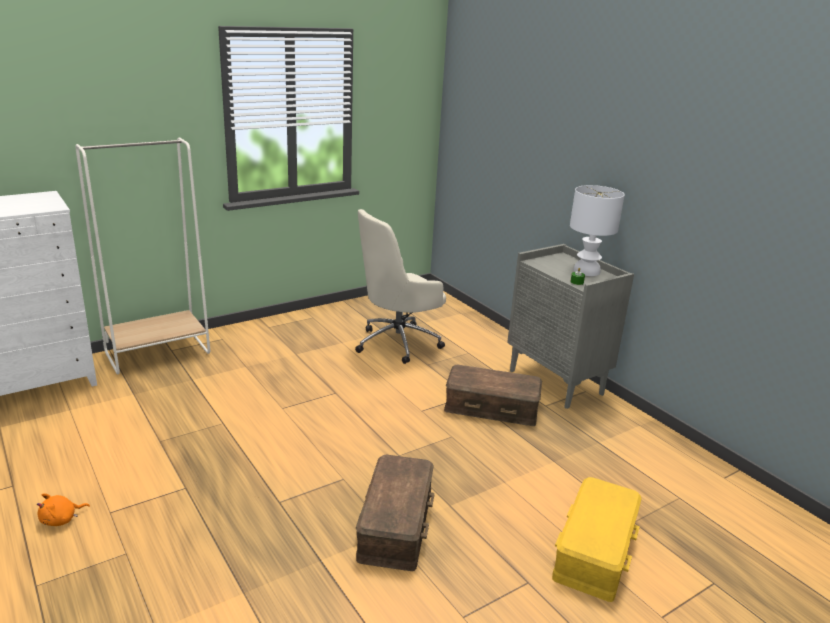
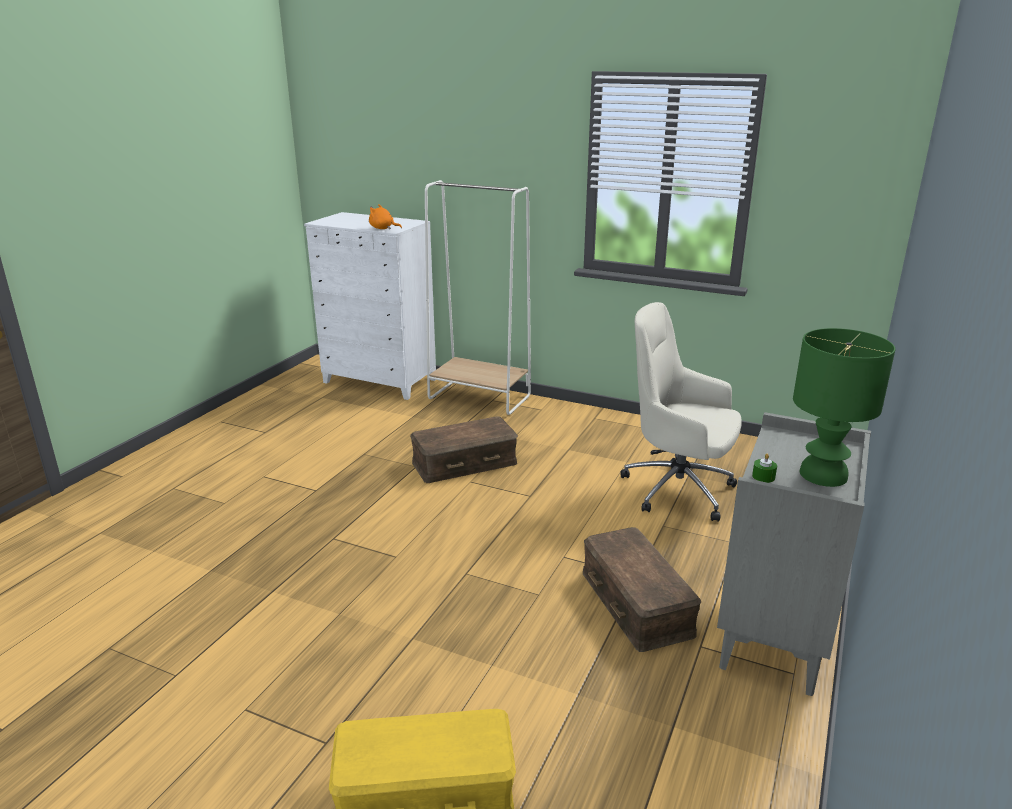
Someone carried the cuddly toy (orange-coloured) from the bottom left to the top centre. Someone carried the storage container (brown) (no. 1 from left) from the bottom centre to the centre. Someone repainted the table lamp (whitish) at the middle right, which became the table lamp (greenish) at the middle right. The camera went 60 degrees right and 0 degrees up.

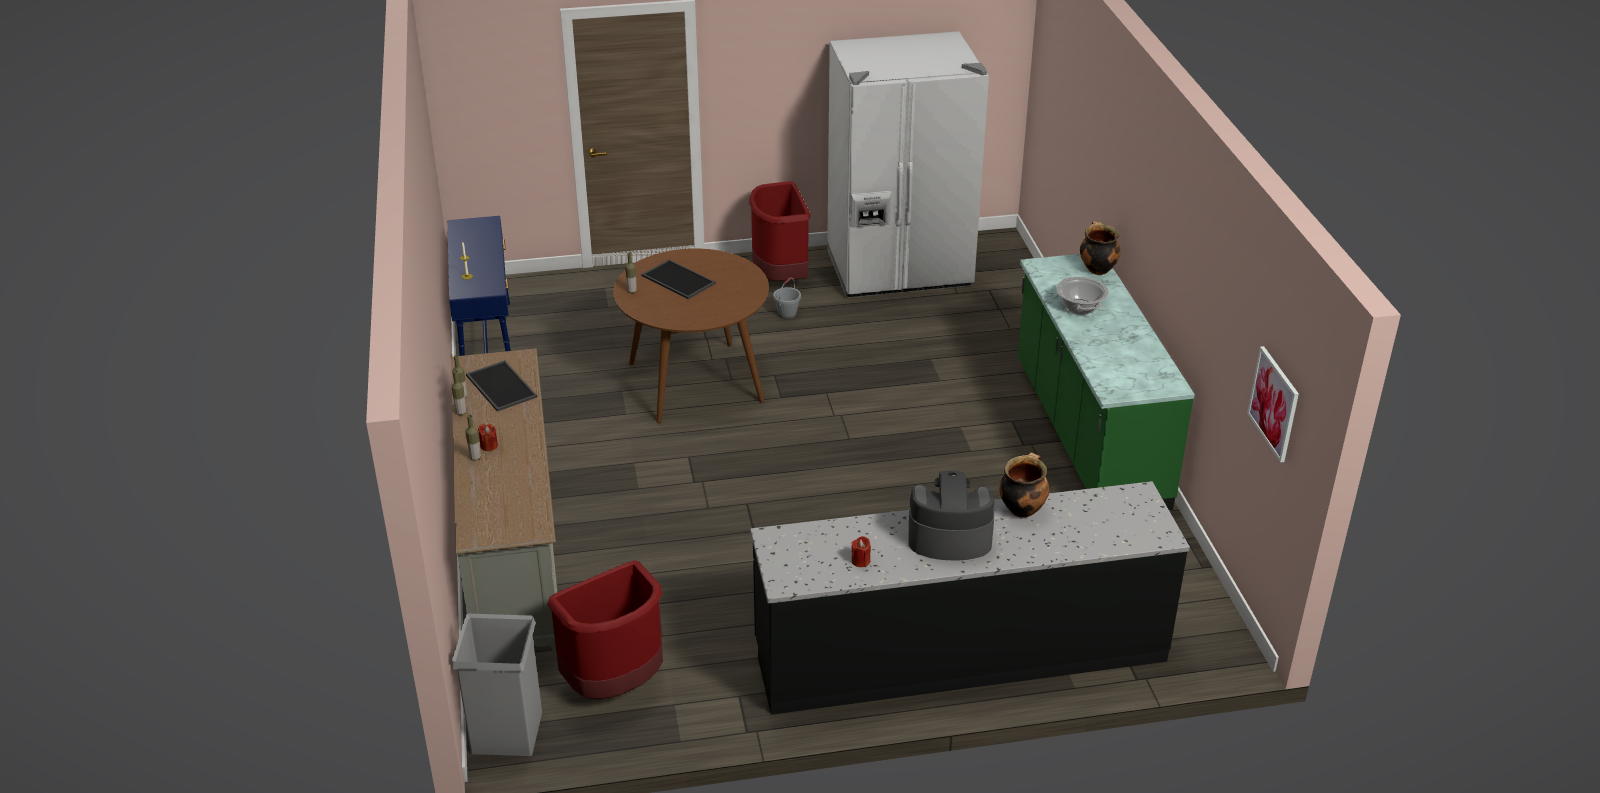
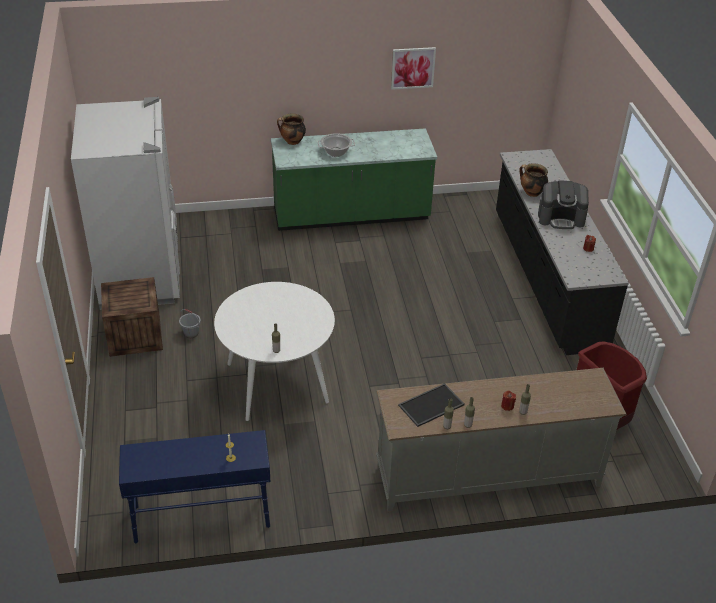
Someone took away the trash can (gray) at the bottom left. Someone took away the tray (no. 2 from left) at the centre. Someone carried the picture from the middle right to the top centre. Someone swapped the trash can (reddish) (no. 2 from left) at the top centre for the crate at the middle left. Someone repainted the kitchen table (brown) at the centre, which became the kitchen table (whitish) at the centre. Someone rotated the coffee maker at the centre by 90 degrees counterclockwise. The camera went 90 degrees left and 5 degrees up.

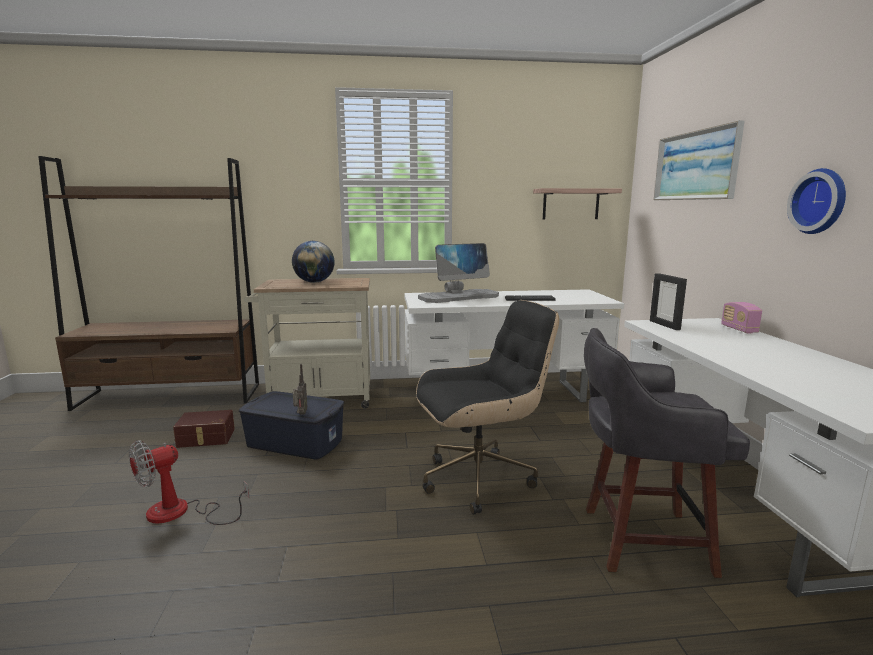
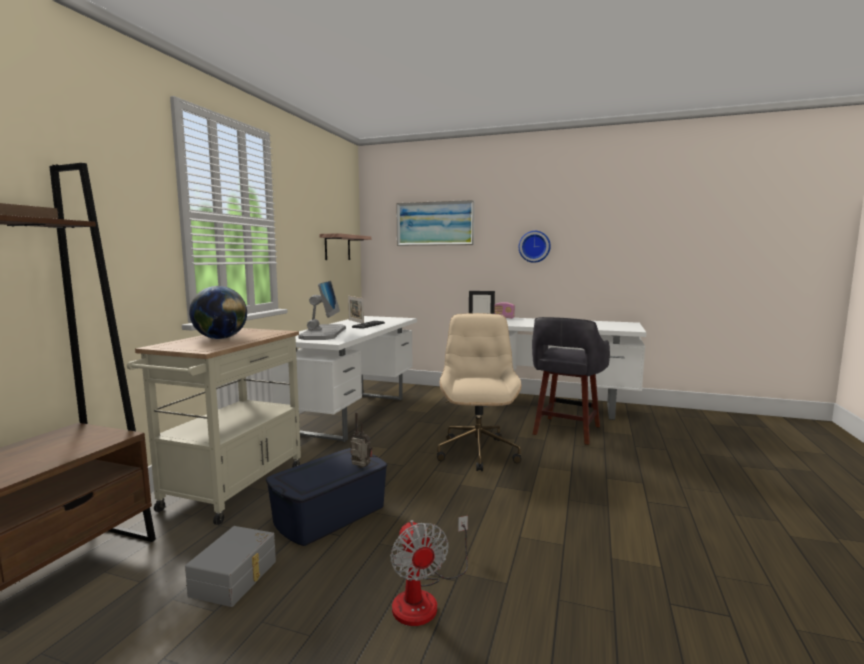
Someone put down the photo frame (no. 1 from left) at the centre. Someone repainted the storage container (brown) at the middle left, which became the storage container (gray) at the bottom left. Someone repainted the computer chair (black-coloured) at the centre, which became the computer chair (beige) at the centre. The camera went 65 degrees left and 5 degrees down.

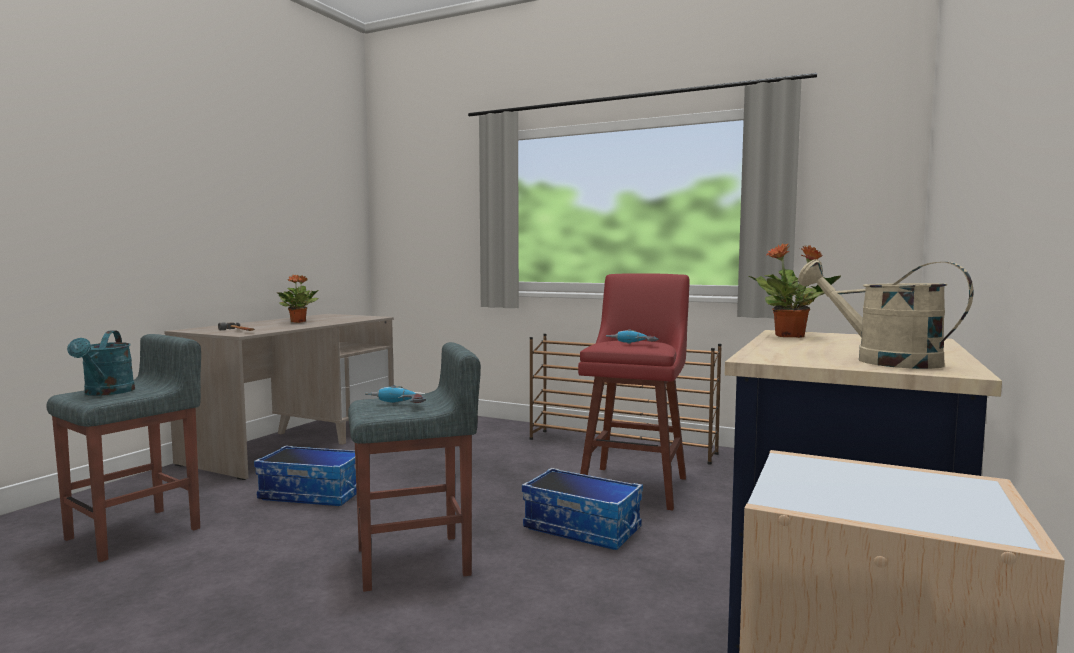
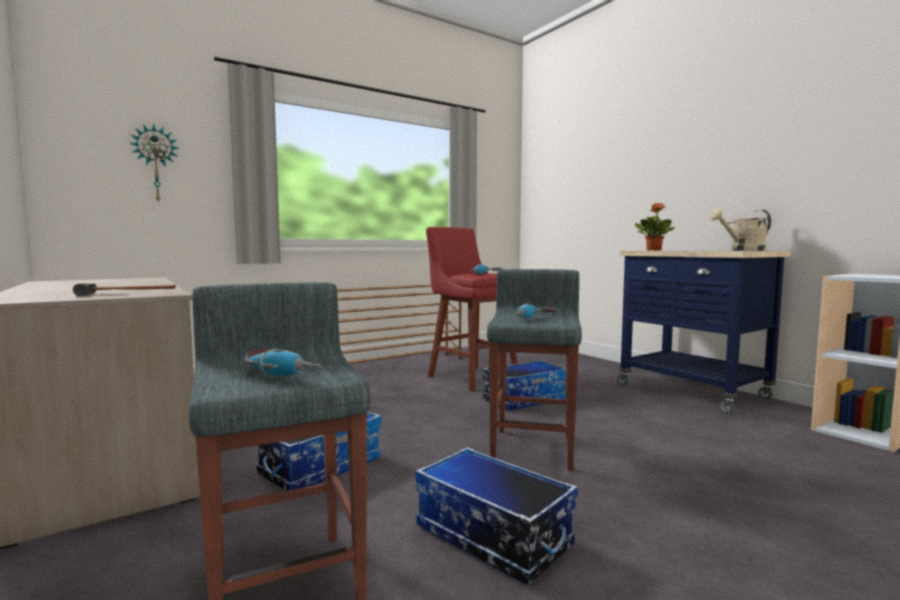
Someone took away the potted plant (no. 1 from left) at the middle left. Someone put up the wall clock at the top left. Someone put down the storage container (no. 2 from left) at the bottom centre. Someone swapped the watering pot (turquoise) at the middle left for the drill (no. 1 from left) at the middle left. The camera went 60 degrees left and 0 degrees up.

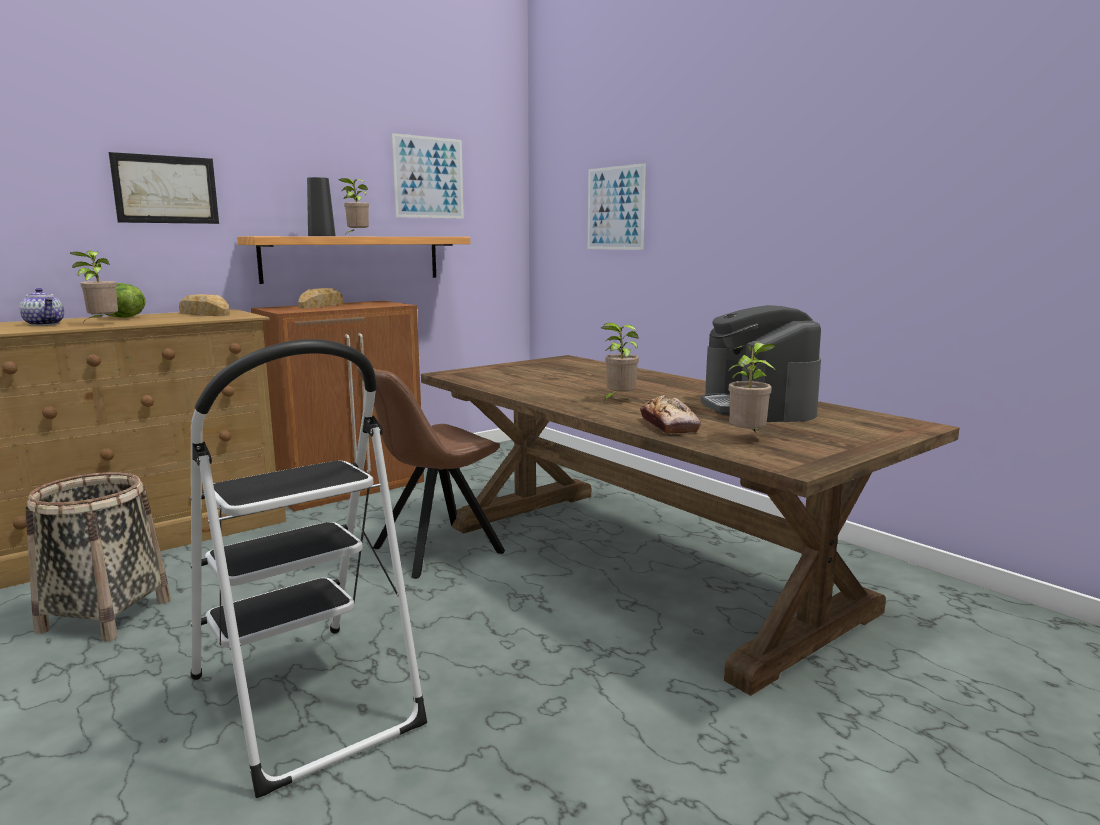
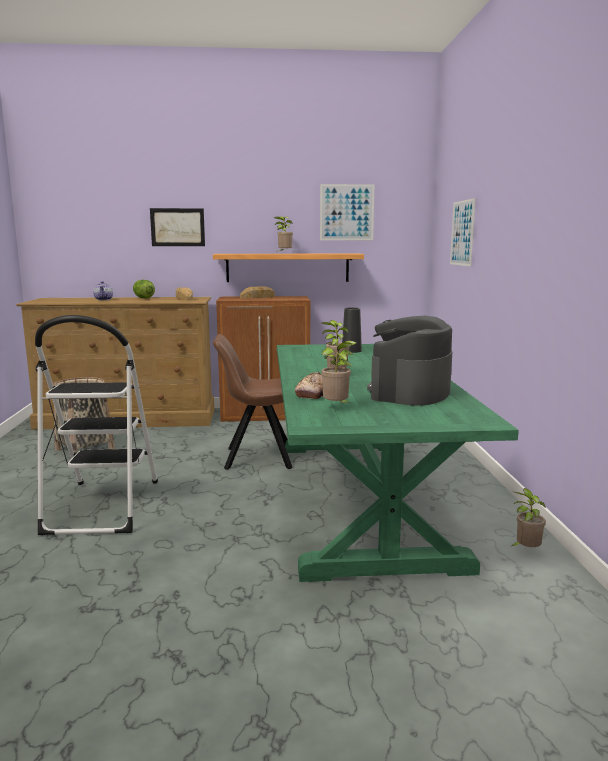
Someone carried the potted plant (no. 1 from left in the first image) from the middle left to the bottom right. Someone carried the decorative vase (black-coloured) from the top left to the centre. Someone repainted the kitchen table (brown) at the centre, which became the kitchen table (greenish) at the centre. The camera went 35 degrees right and 0 degrees up.

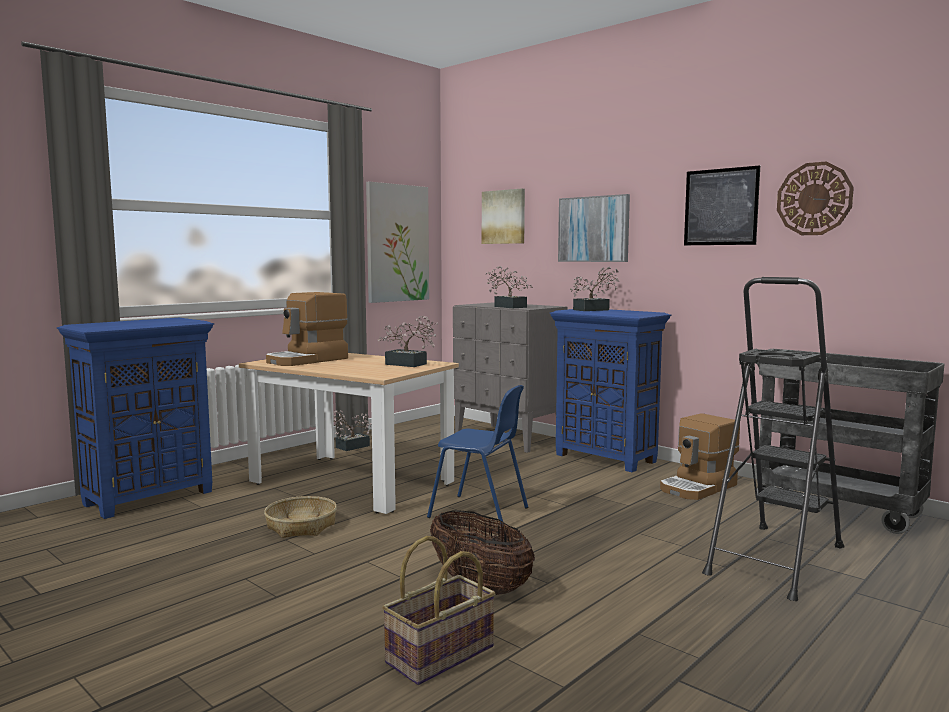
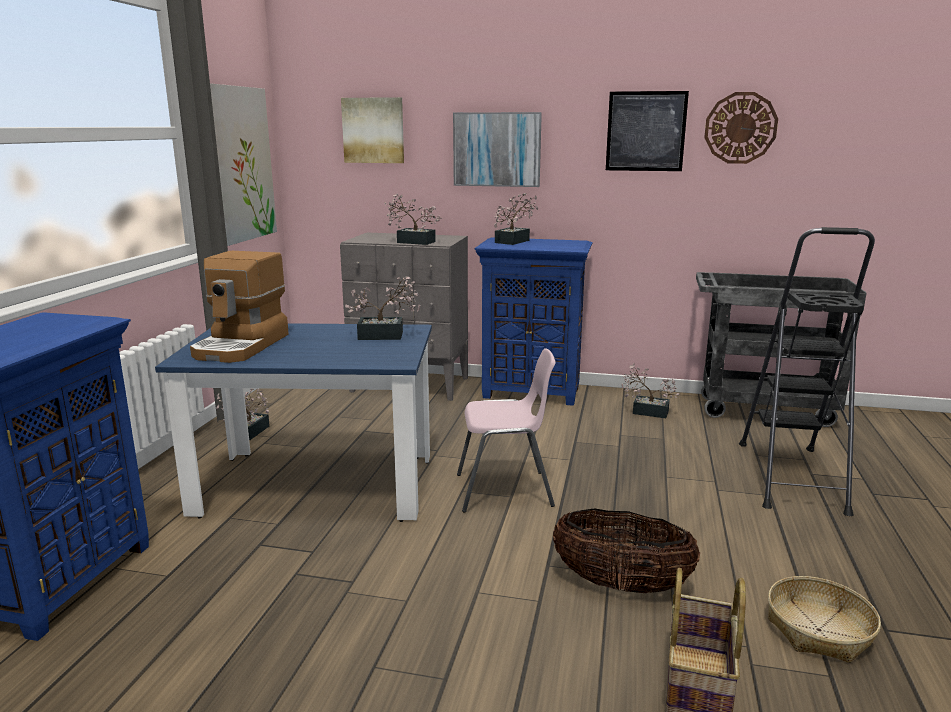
Someone carried the basket (no. 1 from left in the first image) from the bottom left to the bottom right. Someone swapped the coffee maker (no. 2 from left) at the middle right for the potted plant (no. 5 from left) at the middle right. Someone repainted the kitchen table (beige) at the centre, which became the kitchen table (blue) at the middle left. Someone repainted the upright chair (blue) at the centre, which became the upright chair (pink-coloured) at the centre. The camera went 30 degrees left and 10 degrees up.

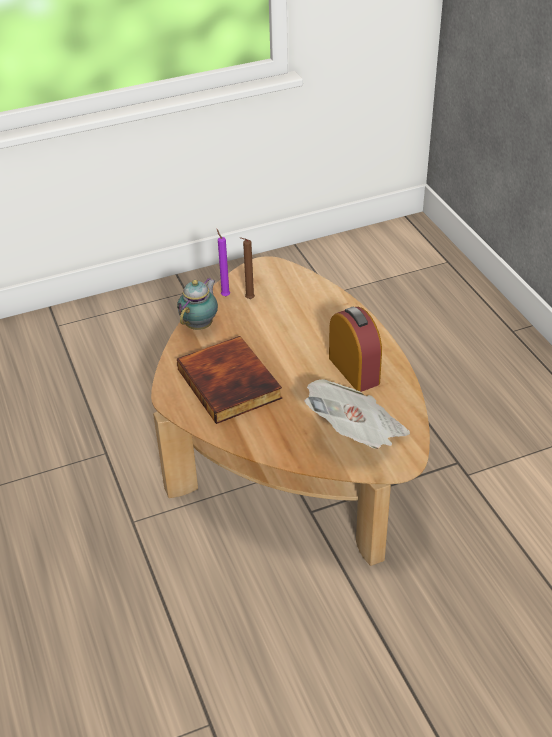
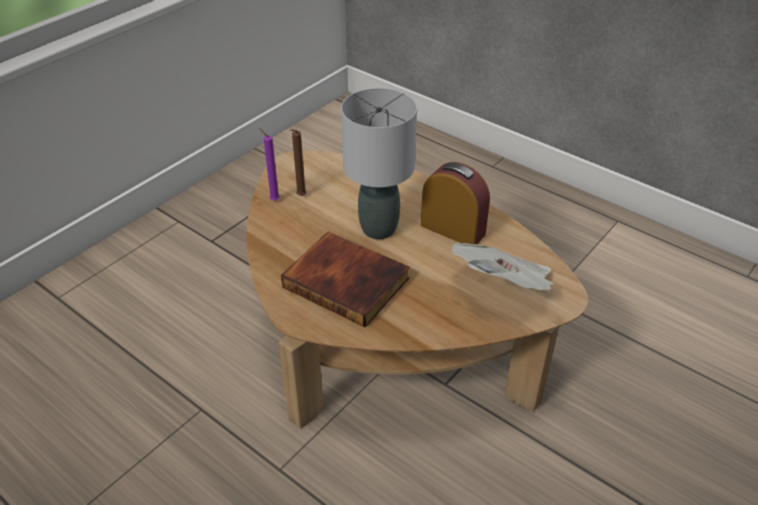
Someone took away the teapot at the centre. Someone put down the table lamp (gray) at the top centre. The camera went 30 degrees left and 0 degrees up.

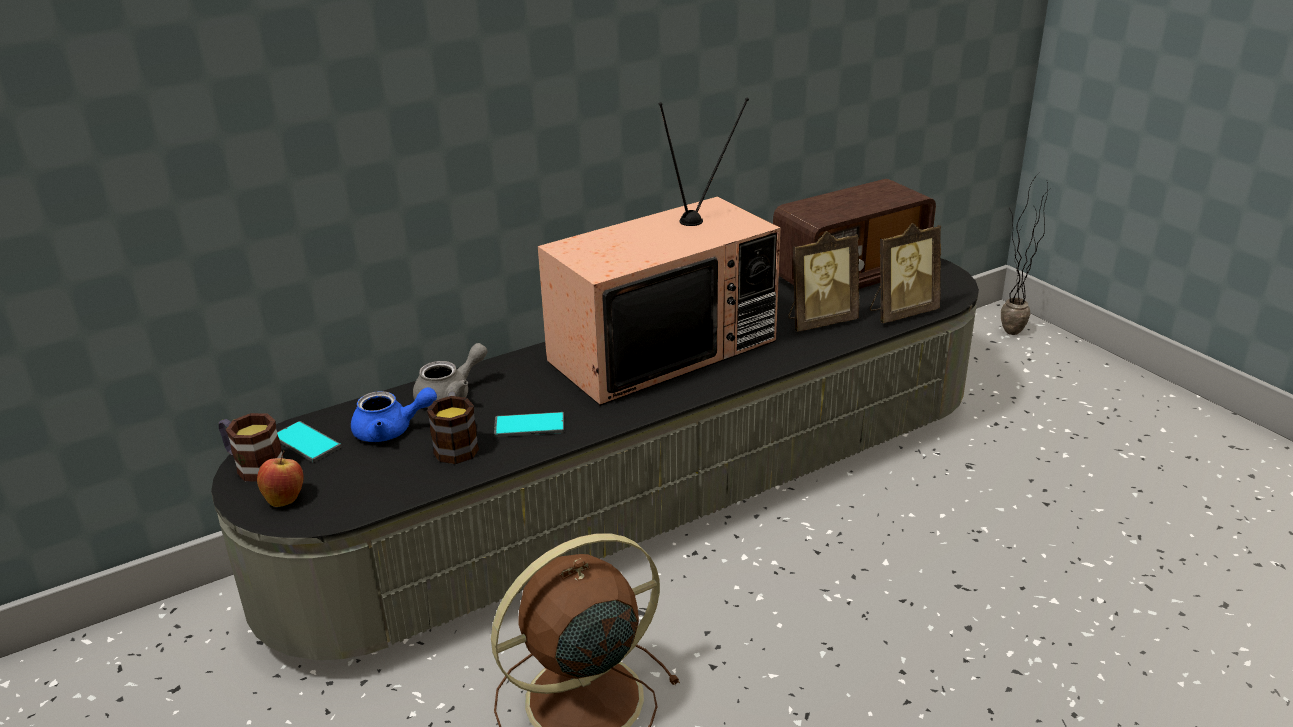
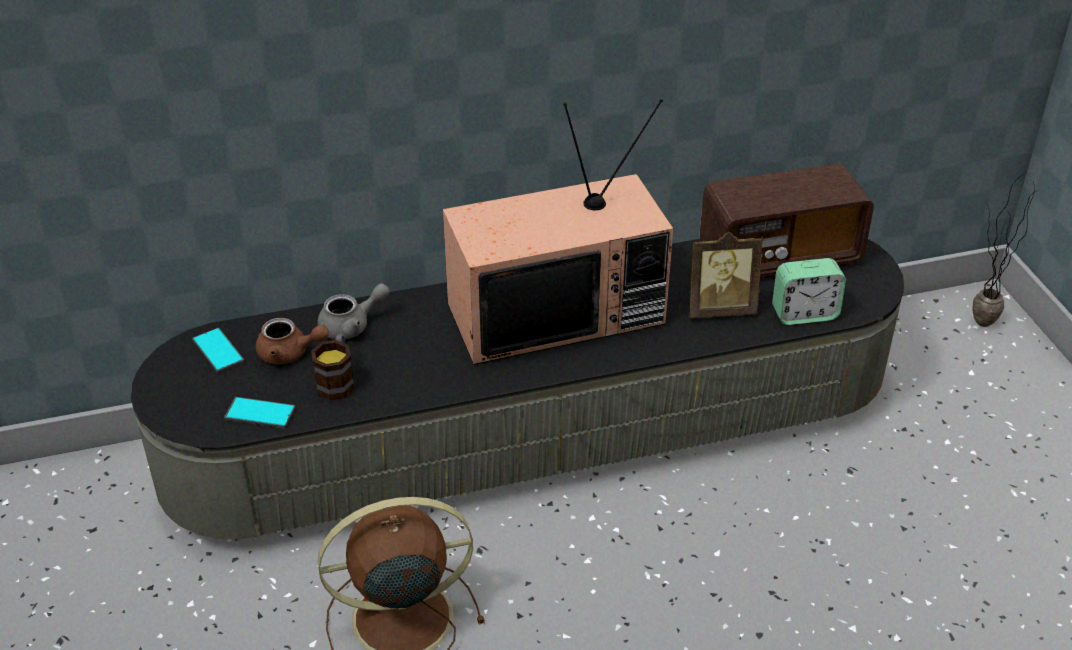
Someone took away the coffee mug (no. 1 from left) at the middle left. Someone took away the apple fruit at the middle left. Someone carried the telephone (no. 2 from left) from the centre to the middle left. Someone swapped the photo frame (no. 2 from left) at the middle right for the bedside clock at the middle right. Someone repainted the teapot (blue) at the middle left, which became the teapot (brown) at the middle left. The camera went 15 degrees right and 10 degrees up.

